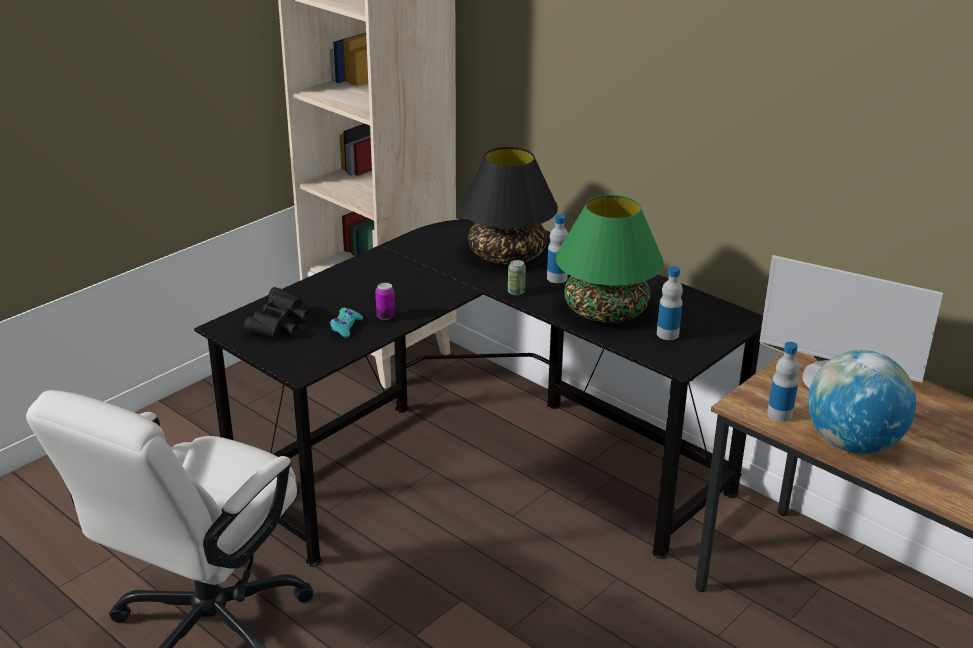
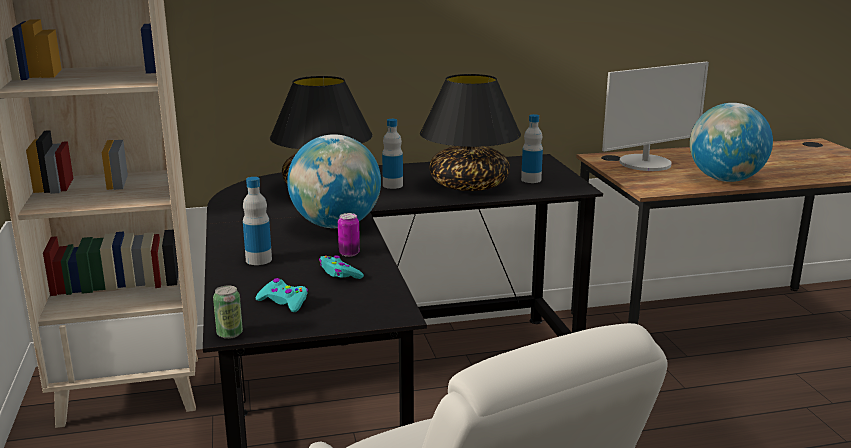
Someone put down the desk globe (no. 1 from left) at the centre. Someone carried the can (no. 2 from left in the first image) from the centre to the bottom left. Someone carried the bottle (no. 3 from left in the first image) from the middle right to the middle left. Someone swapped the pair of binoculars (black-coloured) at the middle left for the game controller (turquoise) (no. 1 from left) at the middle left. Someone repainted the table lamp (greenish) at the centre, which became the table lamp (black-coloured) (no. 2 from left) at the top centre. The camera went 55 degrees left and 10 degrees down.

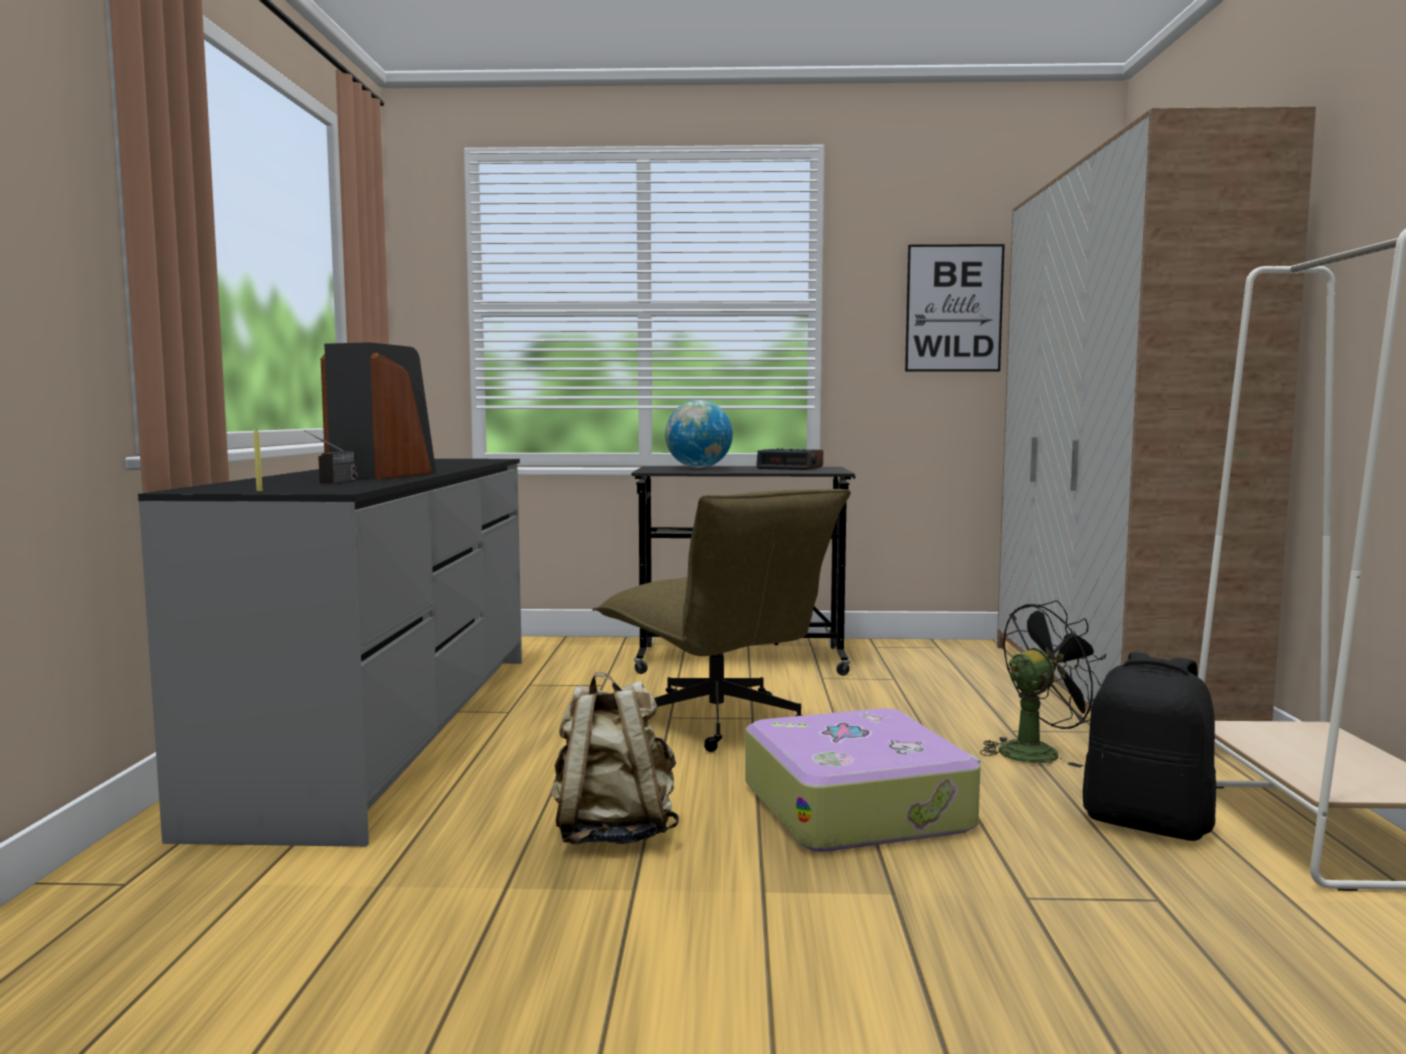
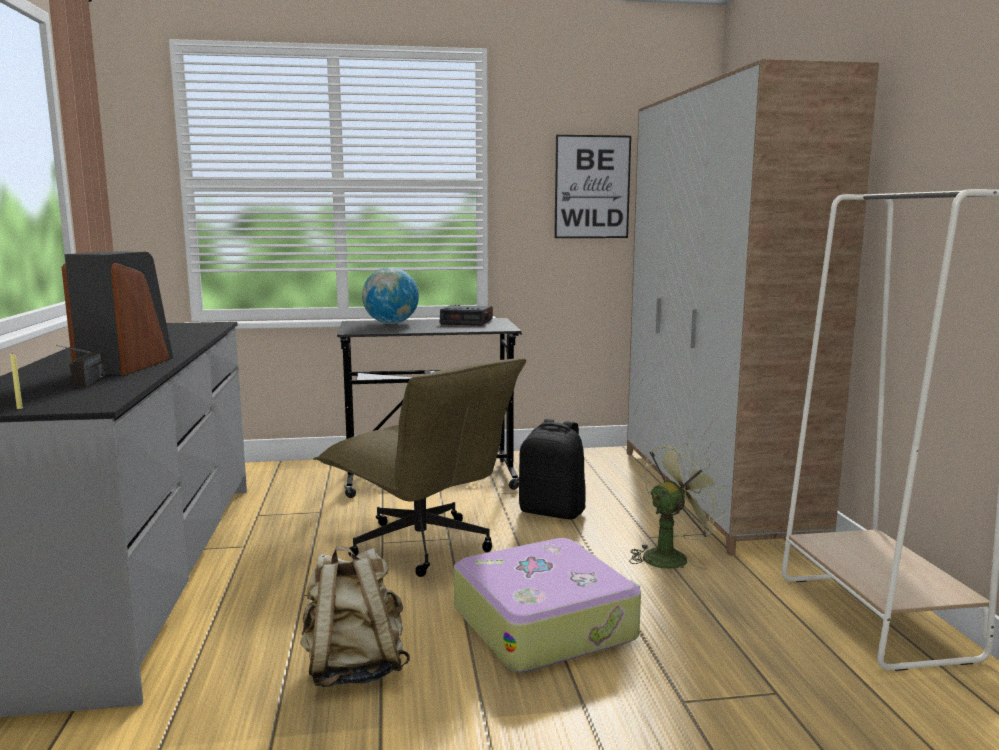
Someone carried the knapsack (black-coloured) from the bottom right to the centre. Someone repainted the cooling fan (black-coloured) at the middle right, which became the cooling fan (greenish) at the bottom right. The camera went 10 degrees left and 5 degrees up.

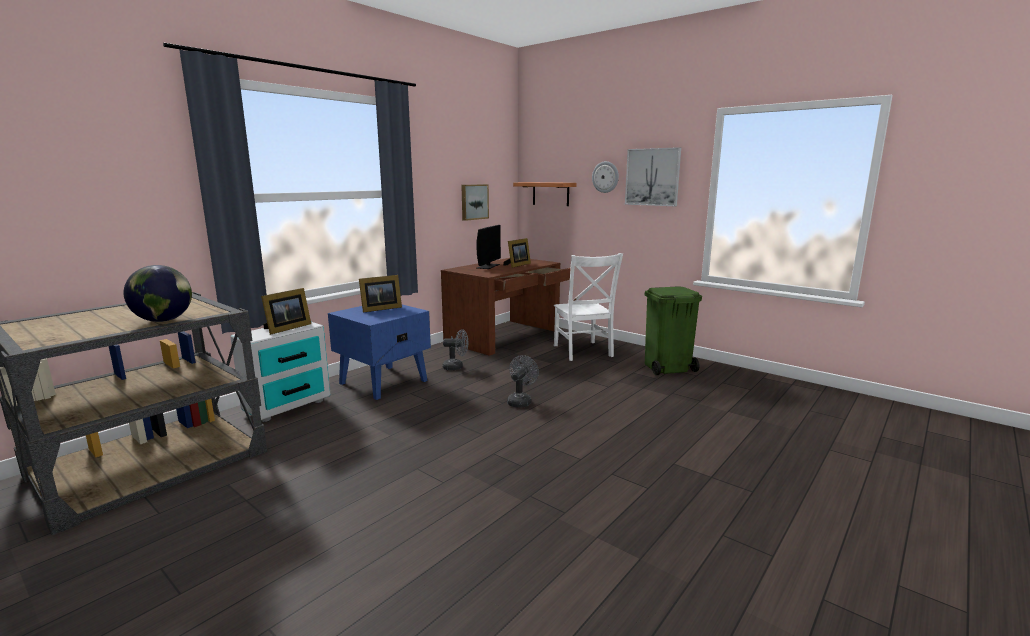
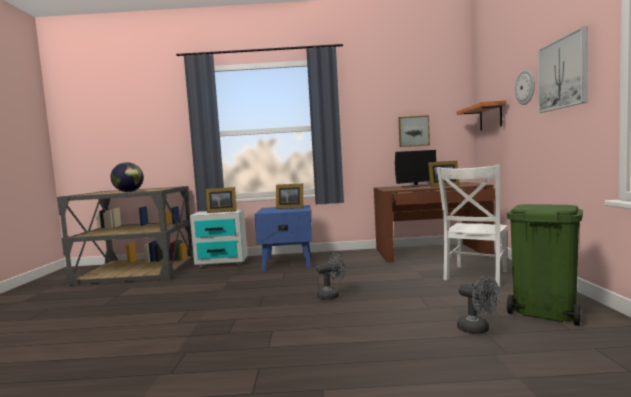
Someone carried the cooling fan (gray) (no. 1 from left in the first image) from the centre to the bottom right. The camera went 50 degrees right and 10 degrees down.

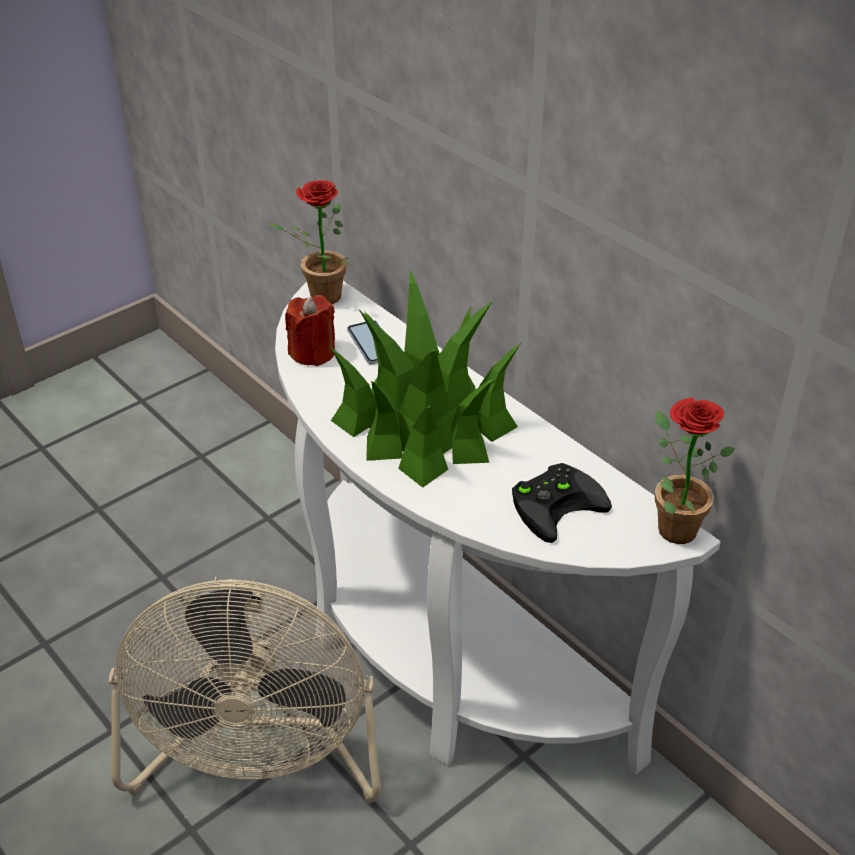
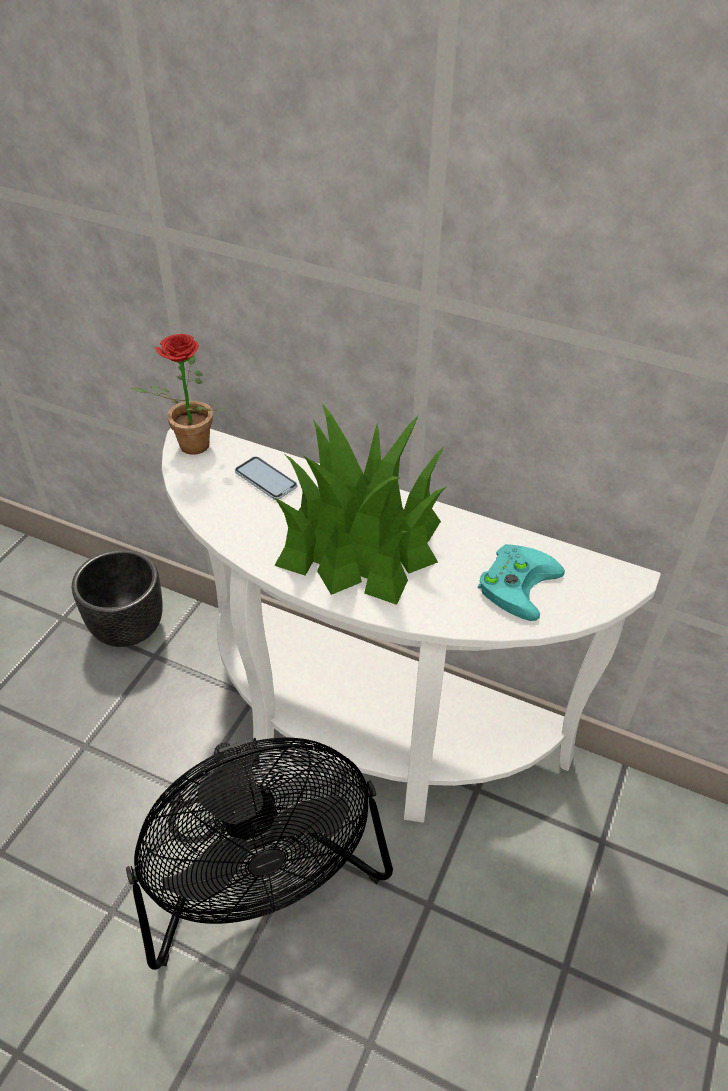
Someone took away the candle (reddish) at the centre. Someone took away the potted plant (no. 3 from left) at the middle right. Someone put down the flower pot (black-coloured) at the middle left. Someone repainted the cooling fan (beige) at the bottom left, which became the cooling fan (black-coloured) at the bottom centre. Someone repainted the game controller (black-coloured) at the centre, which became the game controller (turquoise) at the middle right. The camera went 25 degrees left and 5 degrees up.

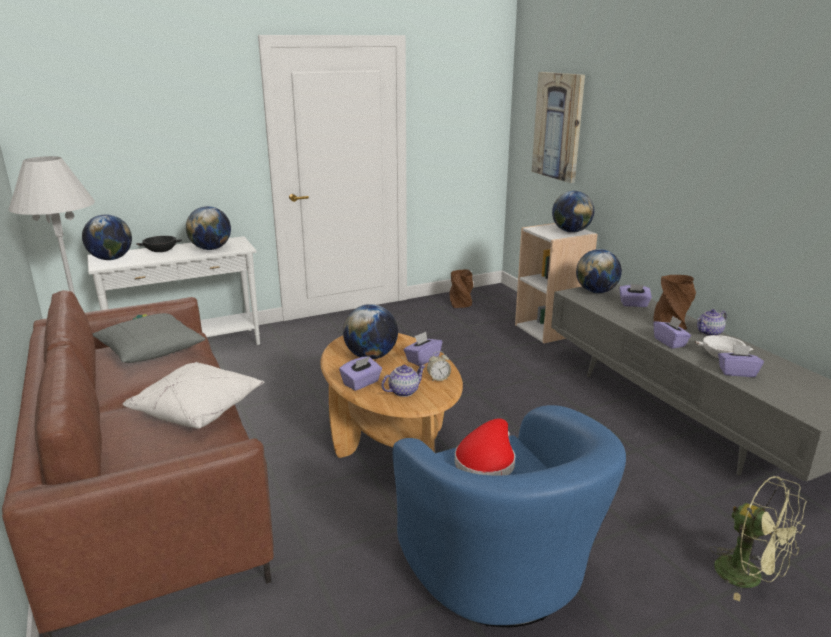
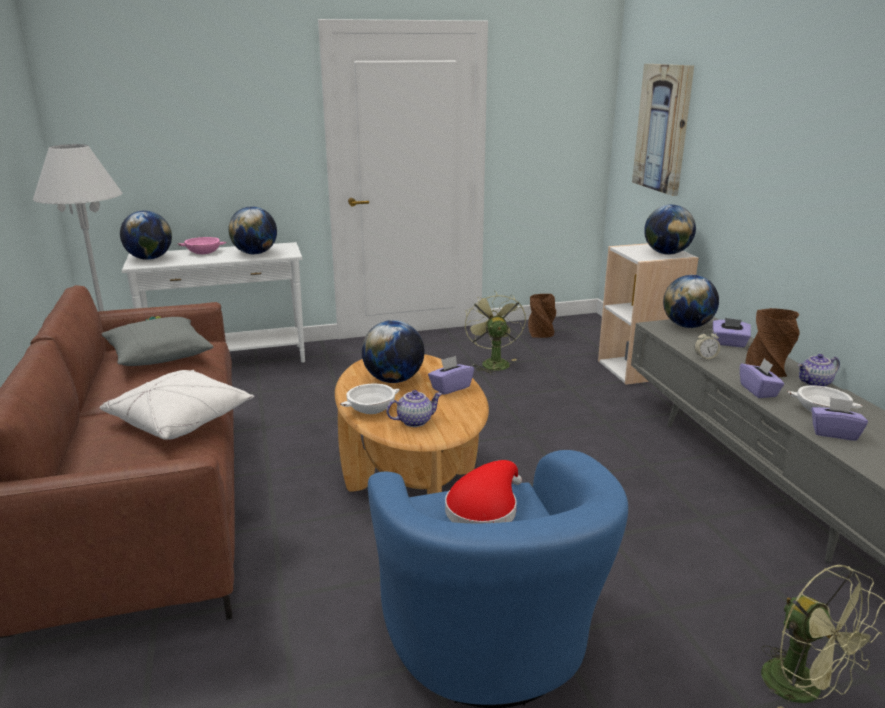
Someone put down the cooling fan (greenish) (no. 1 from left) at the centre. Someone carried the bedside clock from the centre to the middle right. Someone swapped the tissue box (purple) (no. 1 from left) at the centre for the serving bowl (whitish) (no. 1 from left) at the centre. Someone repainted the serving bowl (black-coloured) at the middle left, which became the serving bowl (pink-coloured) at the middle left. The camera went 10 degrees right and 0 degrees up.

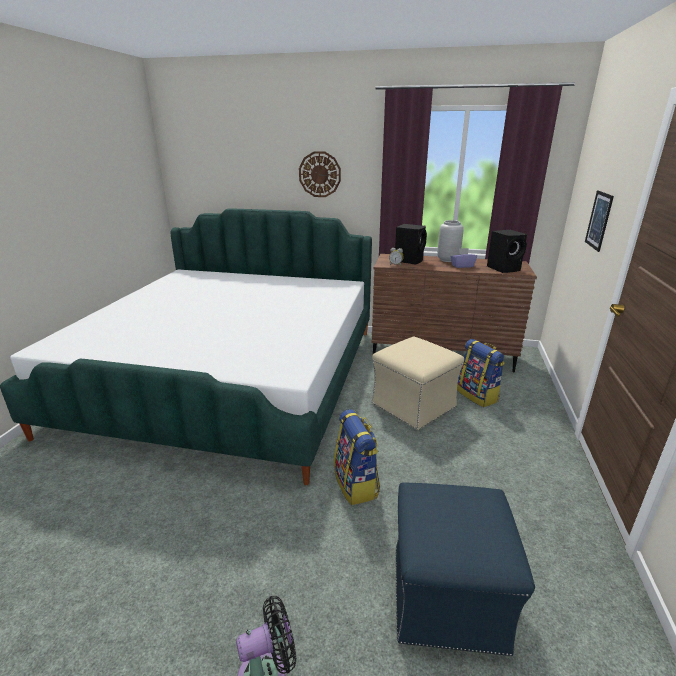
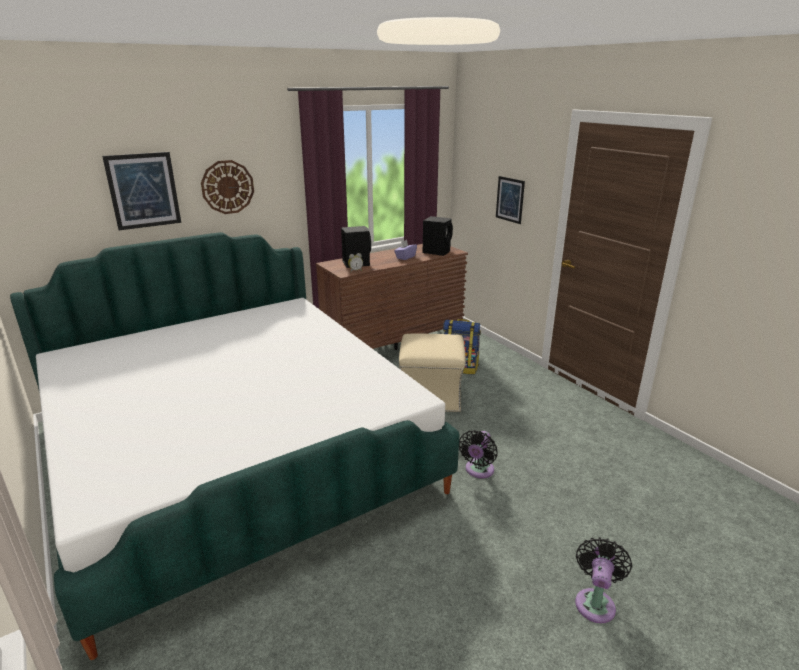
Someone took away the ottoman (blue) at the bottom right. Someone took away the decorative vase (gray) at the centre. Someone put up the picture (no. 1 from left) at the top left. Someone swapped the knapsack (no. 1 from left) at the bottom centre for the cooling fan (black-coloured) (no. 1 from left) at the bottom centre. The camera went 45 degrees left and 0 degrees up.

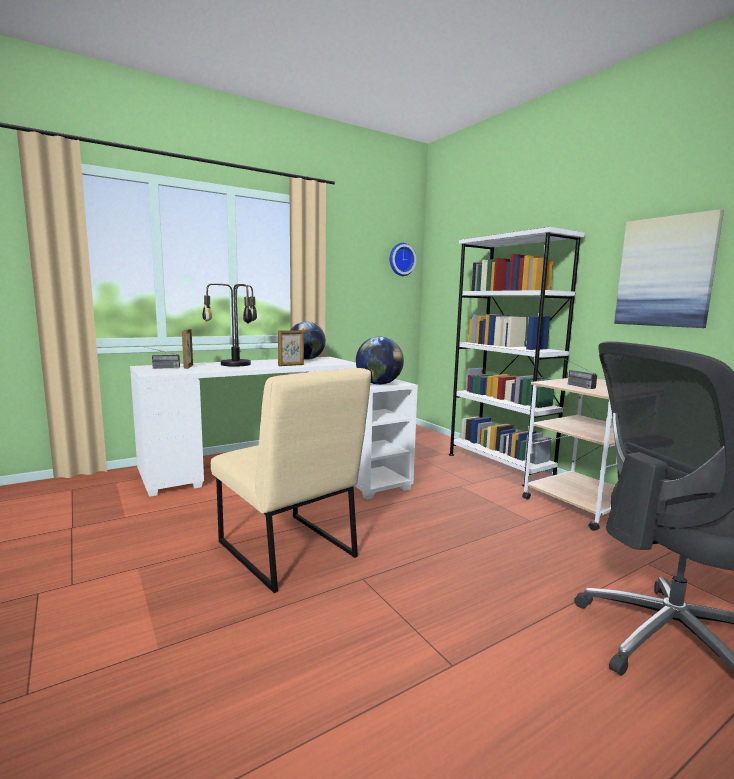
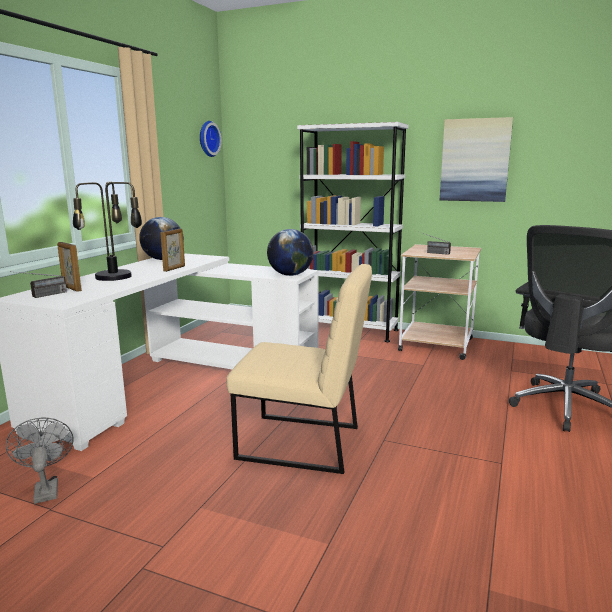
Someone put down the cooling fan (gray) at the bottom left. The camera went 35 degrees left and 5 degrees up.

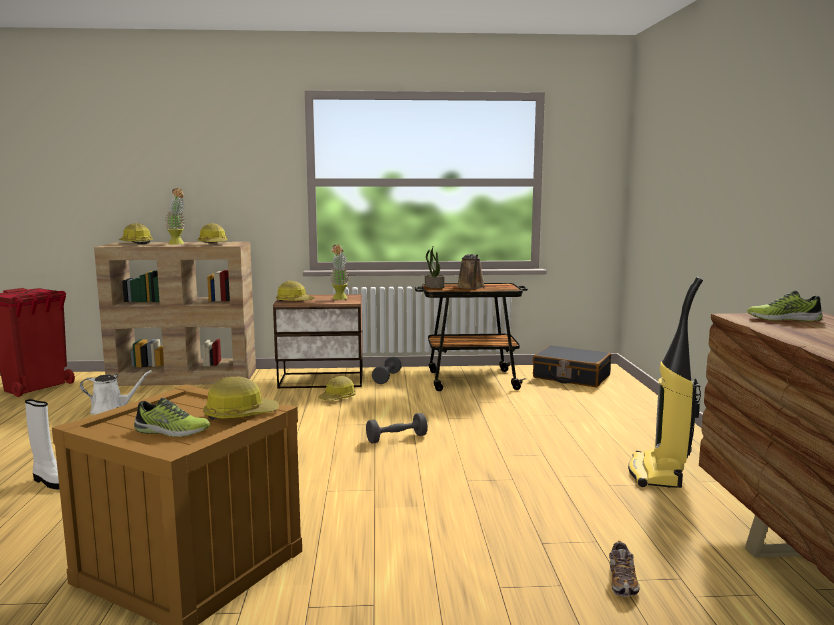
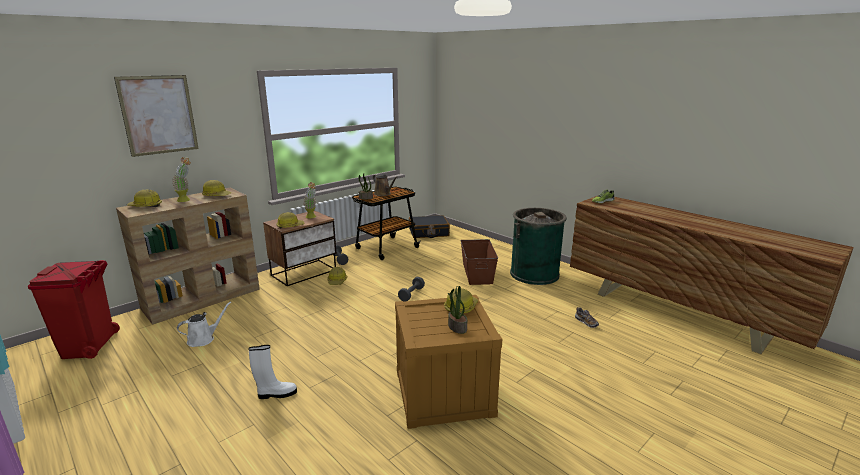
Someone put up the picture at the top left. Someone put down the storage container (brown) at the centre. Someone swapped the low shoe (no. 1 from left) at the bottom left for the potted plant (no. 4 from left) at the centre. Someone swapped the hoover at the middle right for the trash can (greenish) at the centre. The camera went 40 degrees left and 10 degrees up.

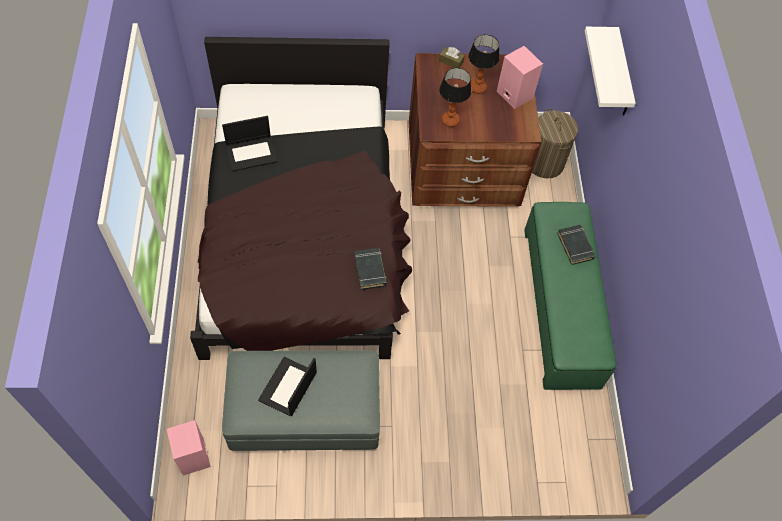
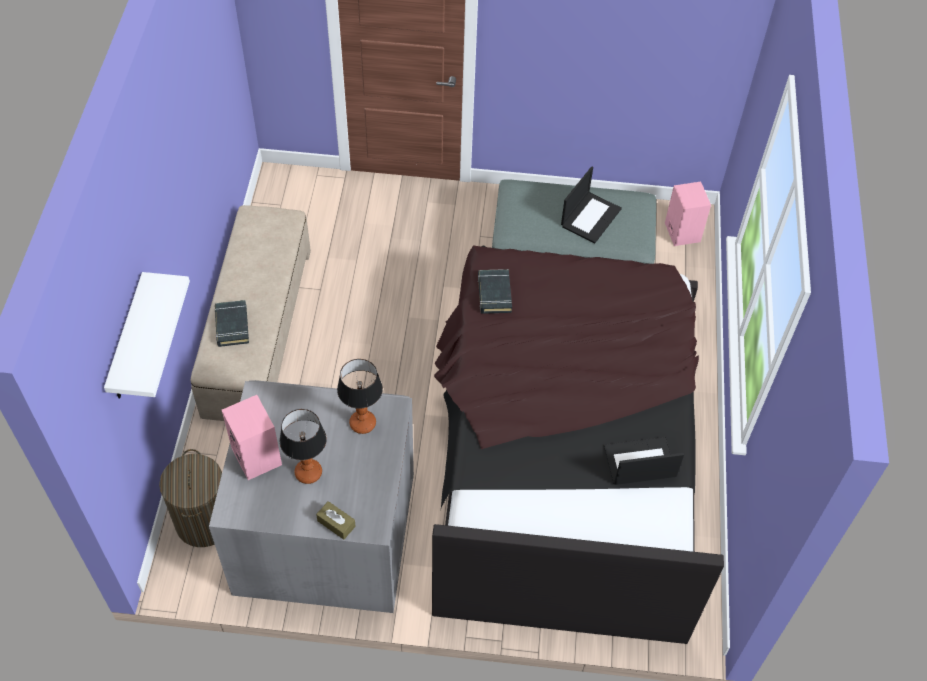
Someone repainted the drawer chest (brown) at the top centre, which became the drawer chest (gray) at the bottom centre. Someone repainted the bench (greenish) at the middle right, which became the bench (beige) at the middle left. The camera went 170 degrees left and 5 degrees down.

